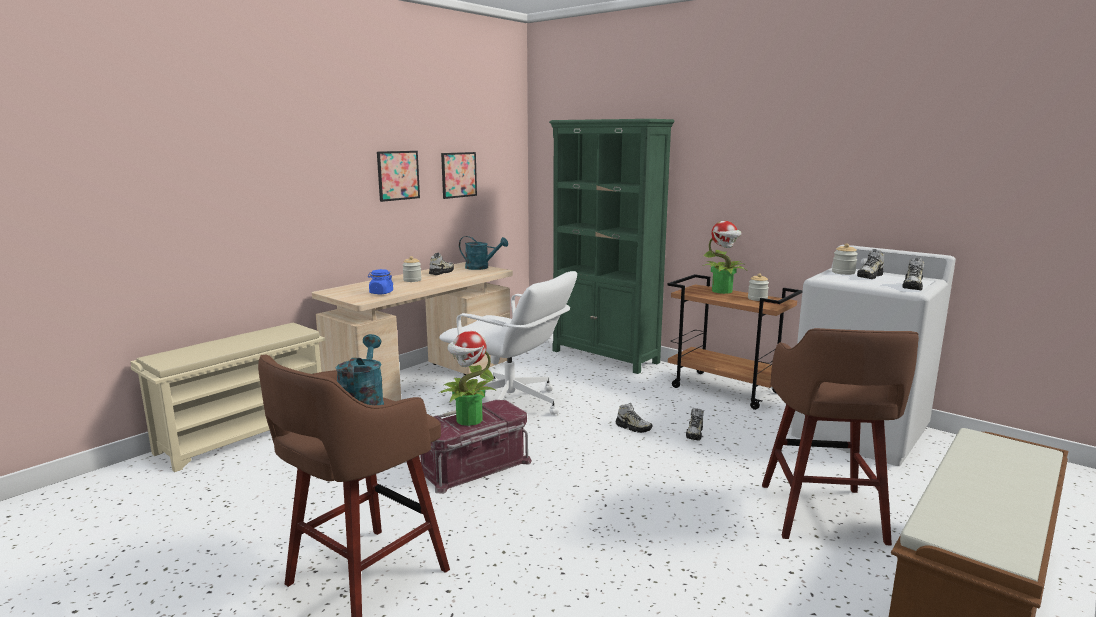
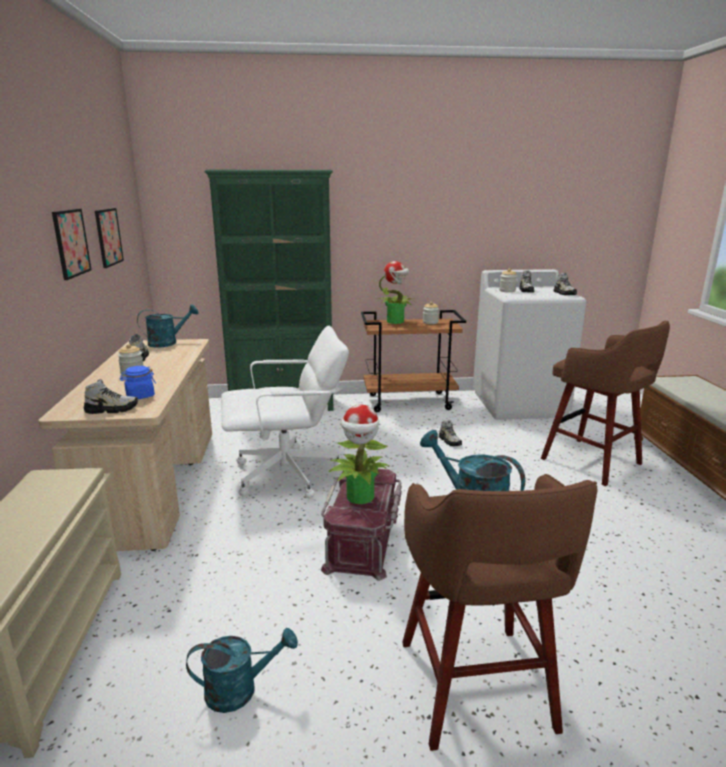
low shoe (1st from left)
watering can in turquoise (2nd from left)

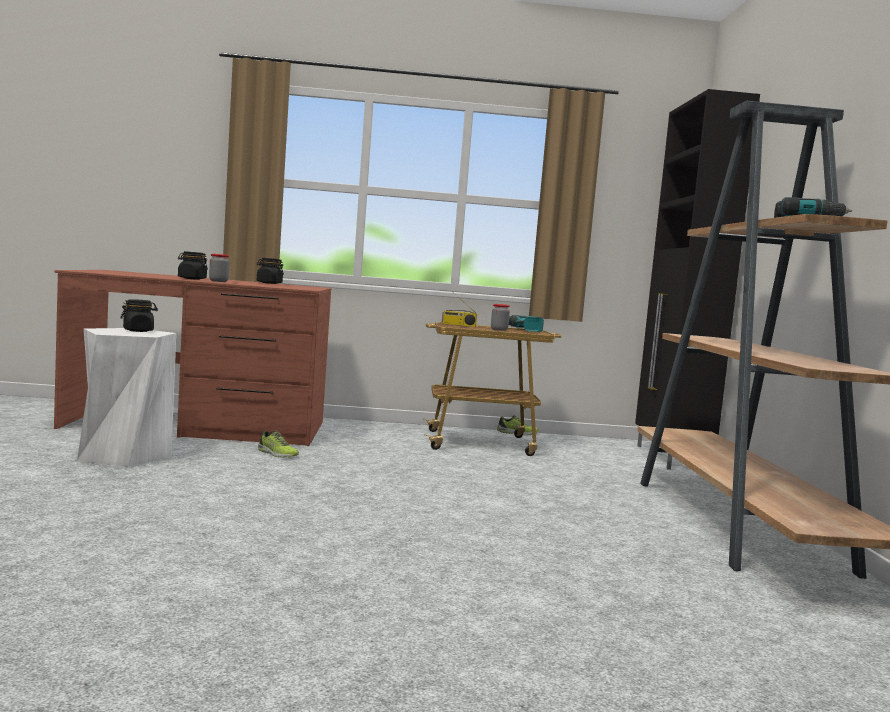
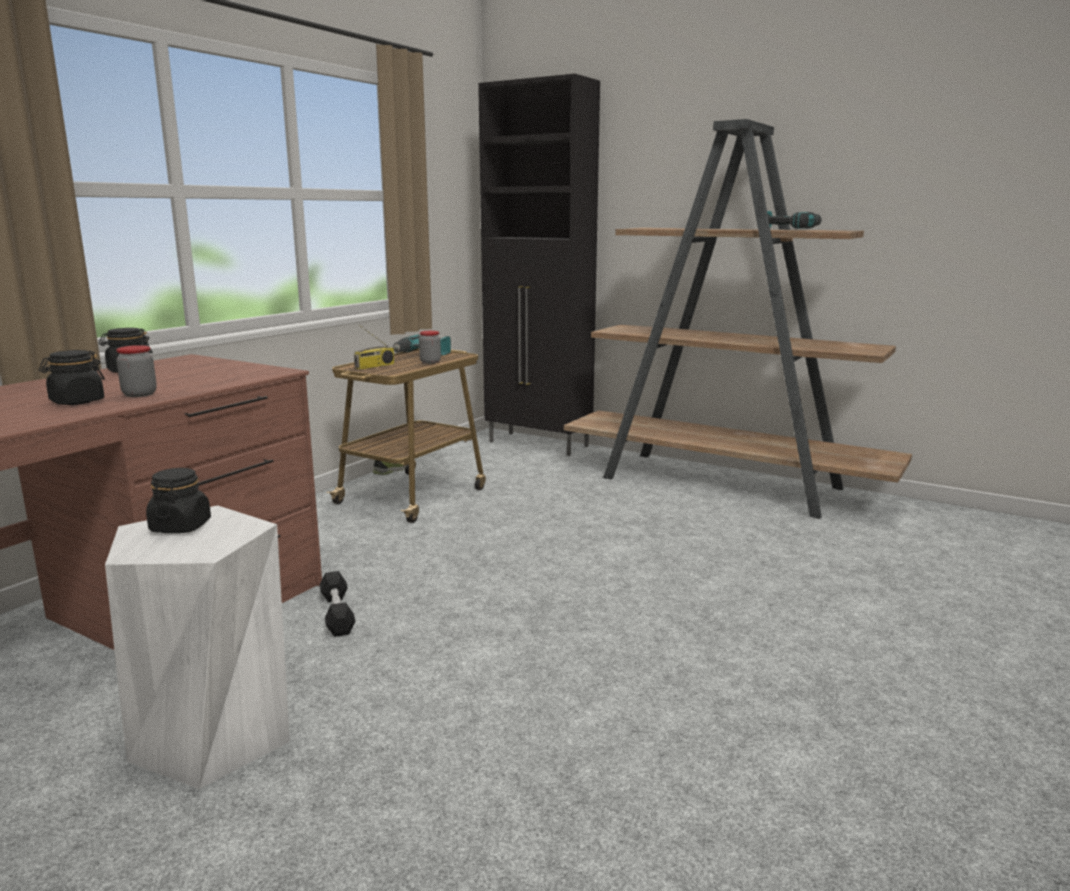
free weight in black

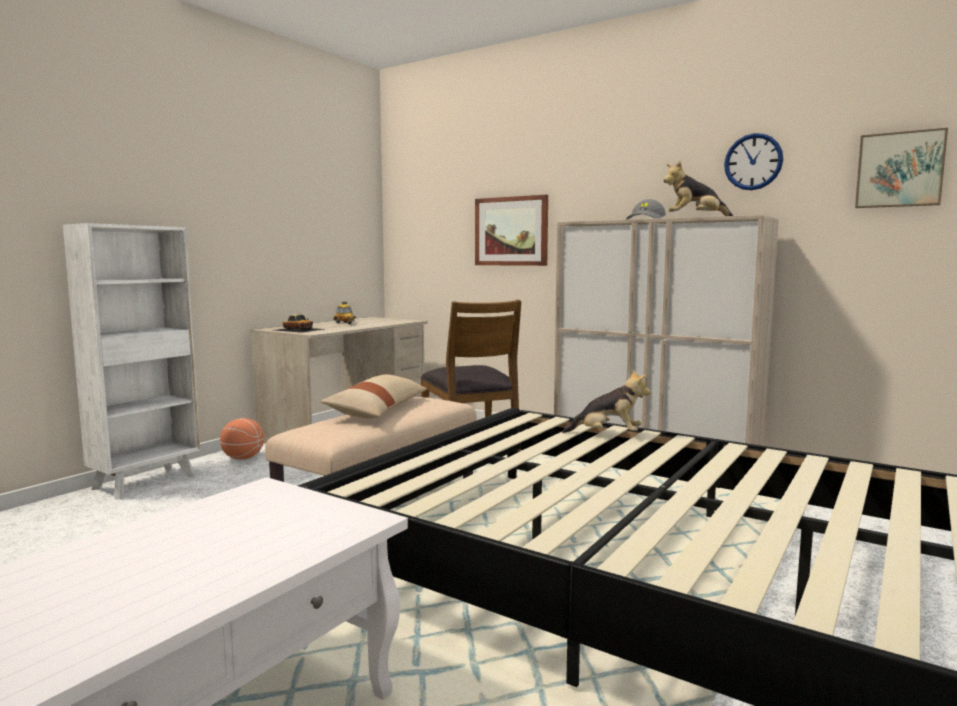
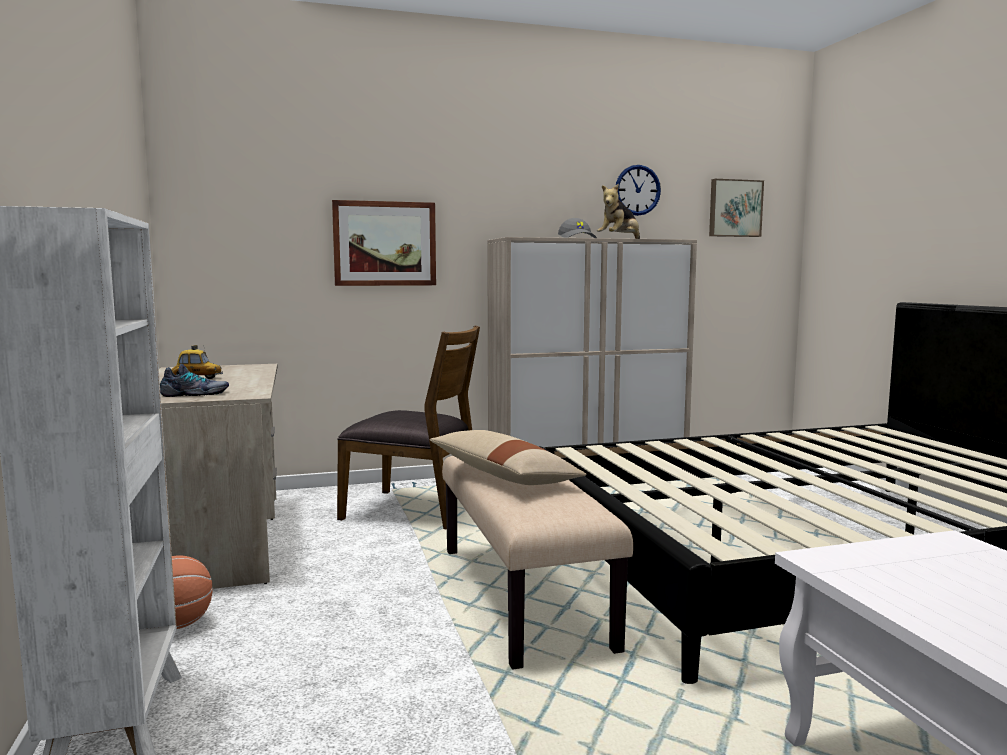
low shoe
cuddly toy (1st from left in the first image)

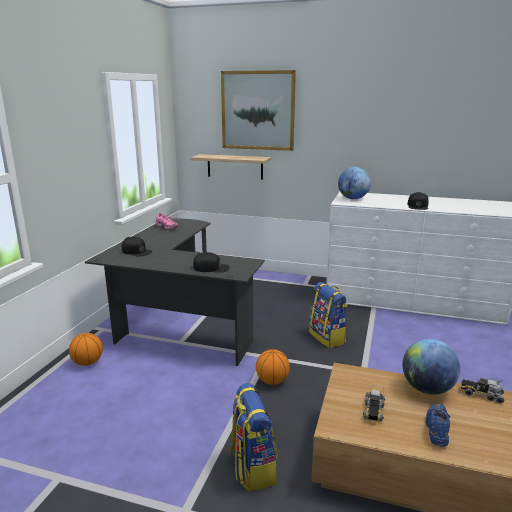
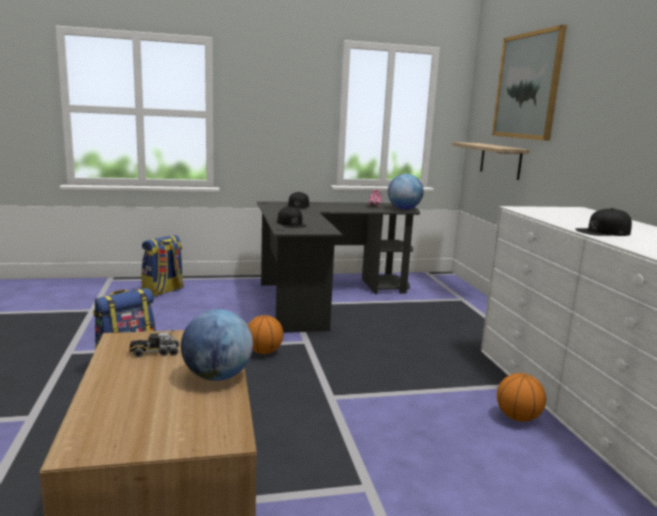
knapsack (2nd from left)
globe (2nd from left)
ball for basketball (2nd from left)
low shoe in blue-coloured
toy truck (2nd from left in the first image)

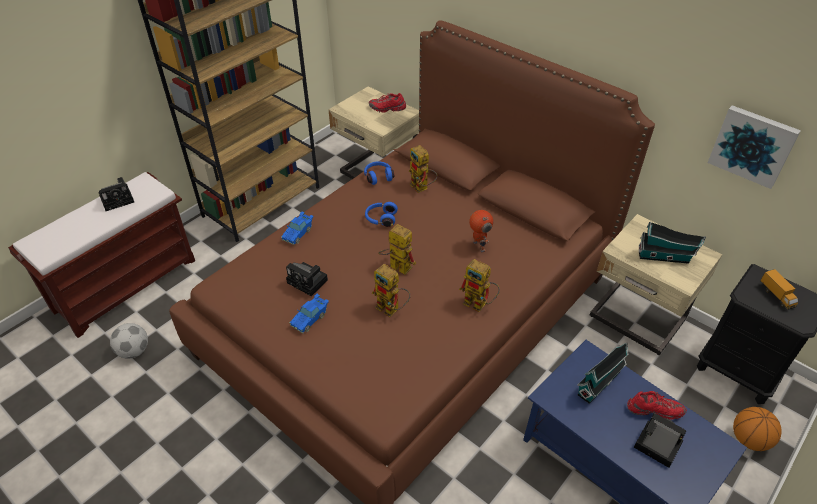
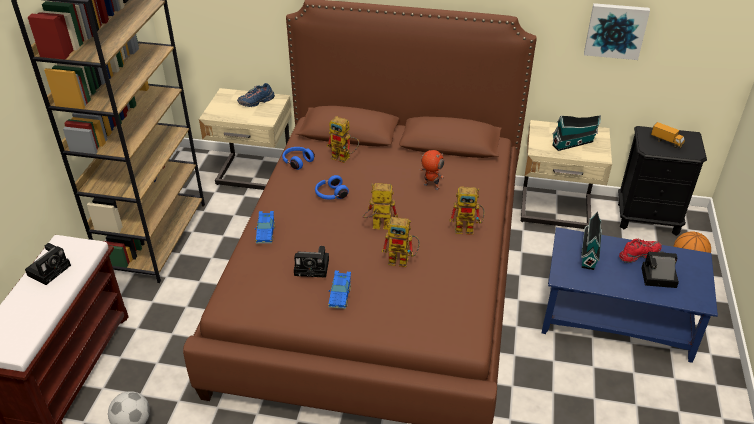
low shoe in blue-coloured

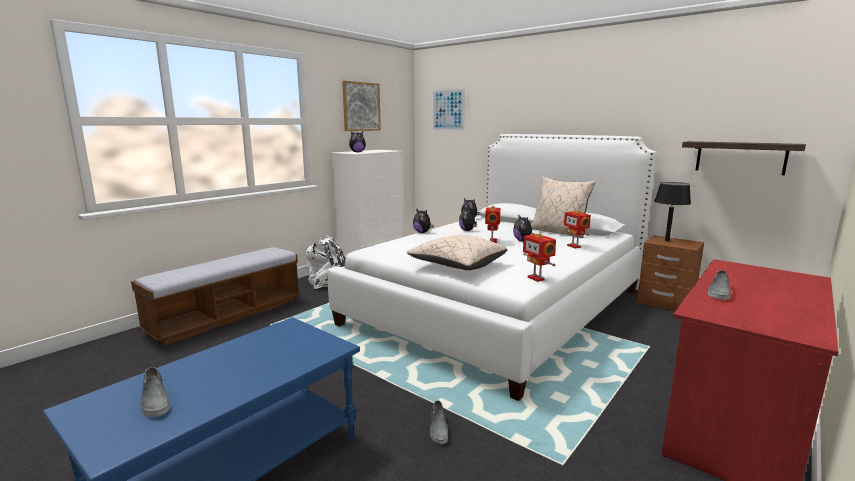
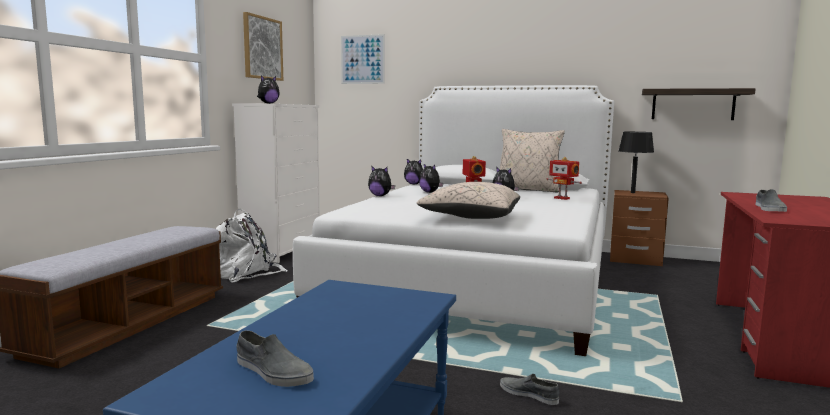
low shoe in gray (2nd from left)
model robot (2nd from left in the first image)

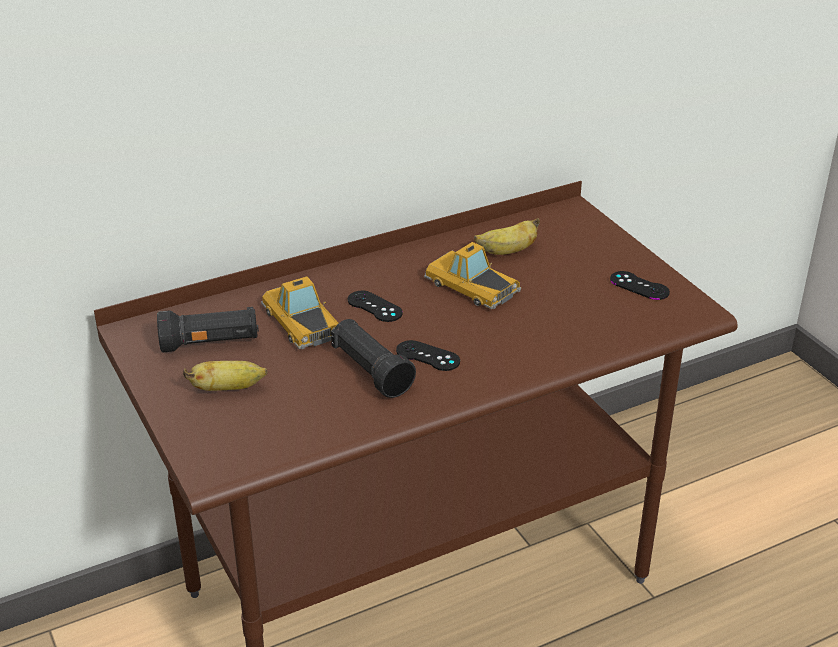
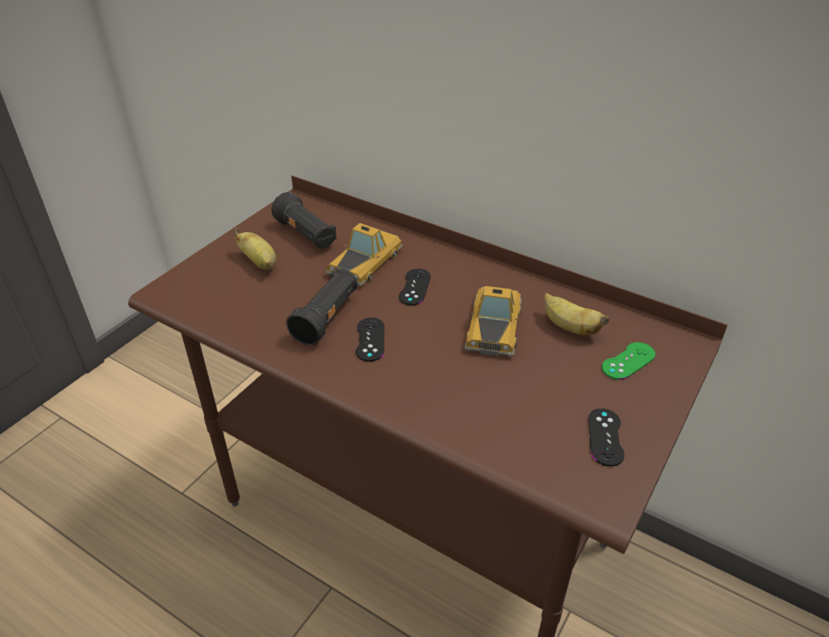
game controller in green

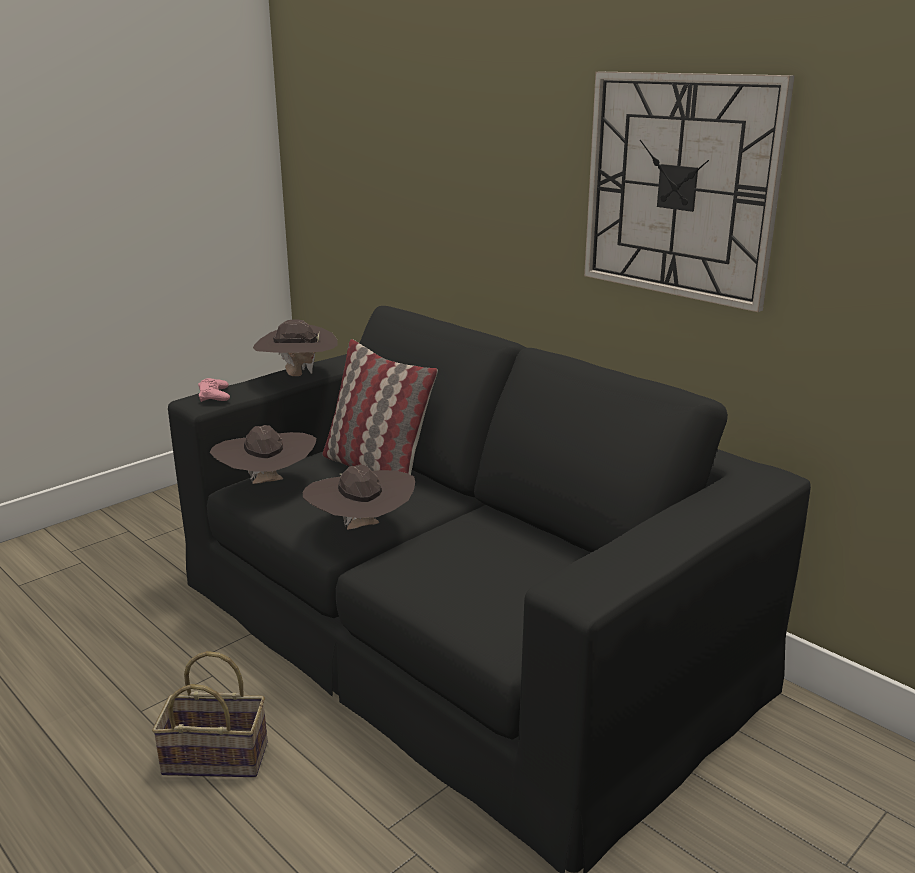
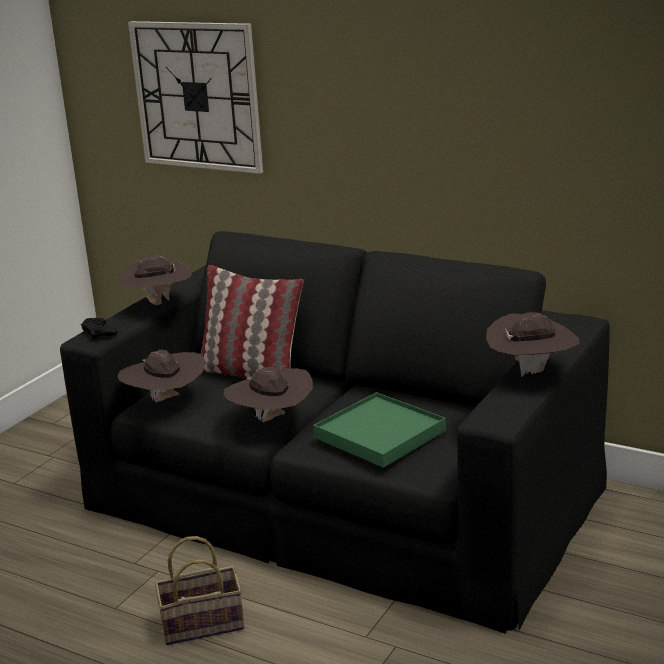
game controller in black
hanging clock
serving tray in green
hat in brown-coloured (4th from left)

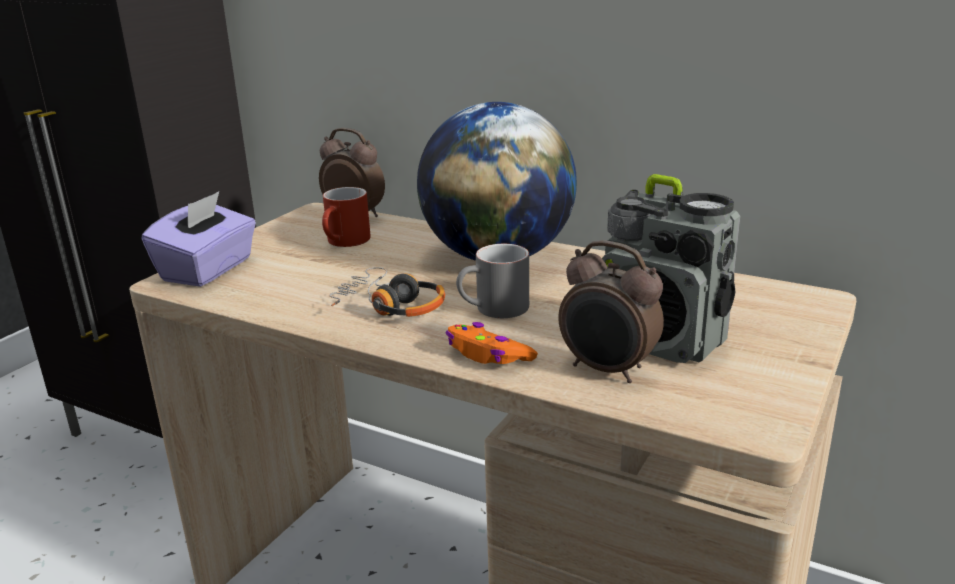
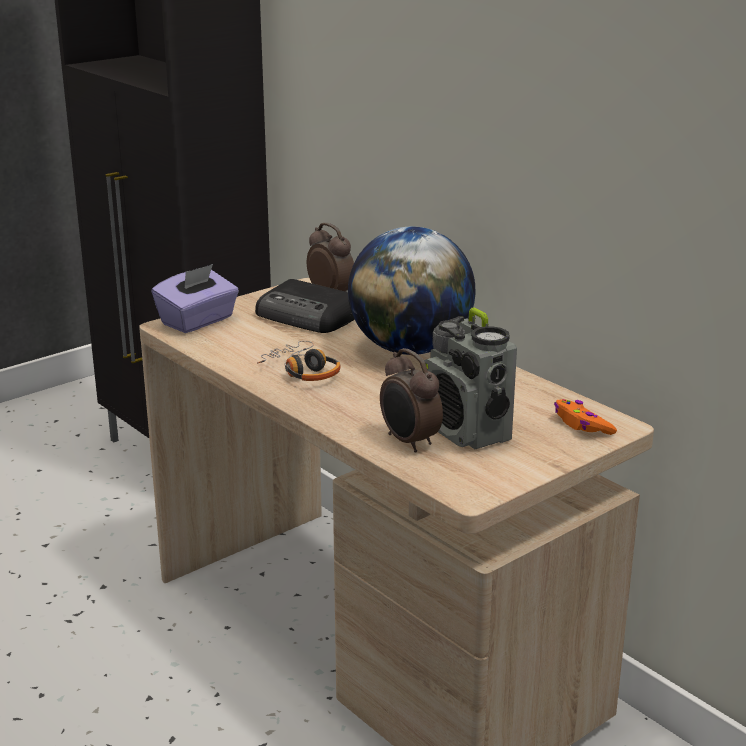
radio set (1st from left)
game controller in orangey
mug in gray

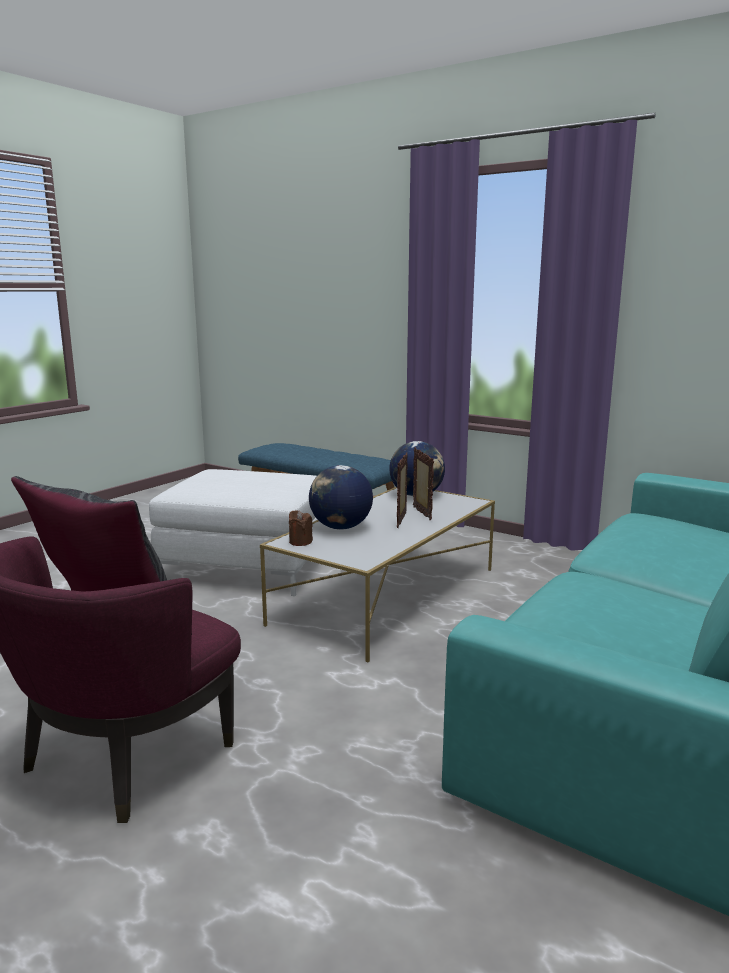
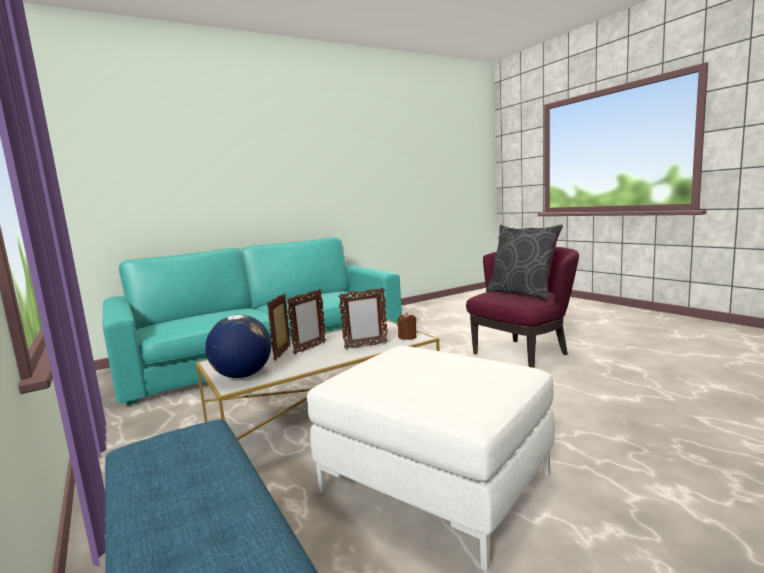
photo frame (3rd from left)

